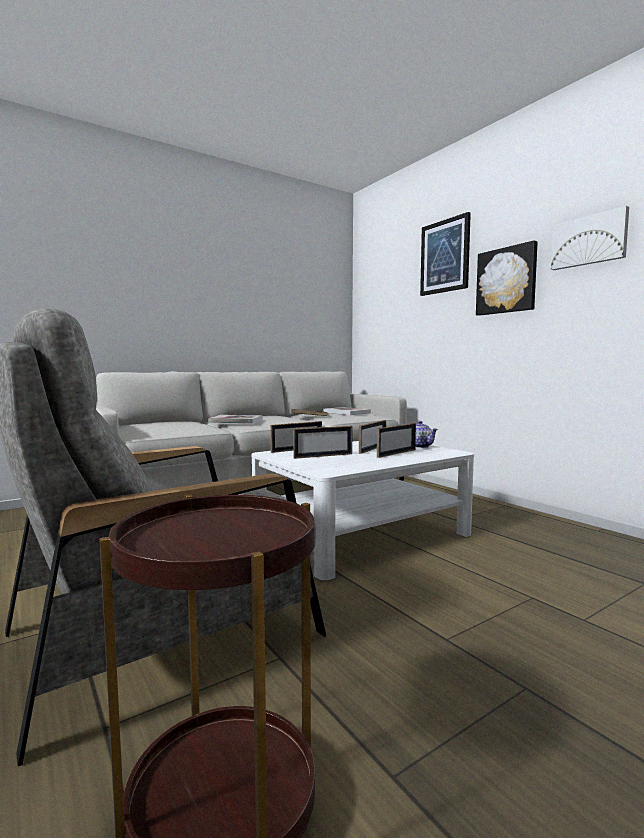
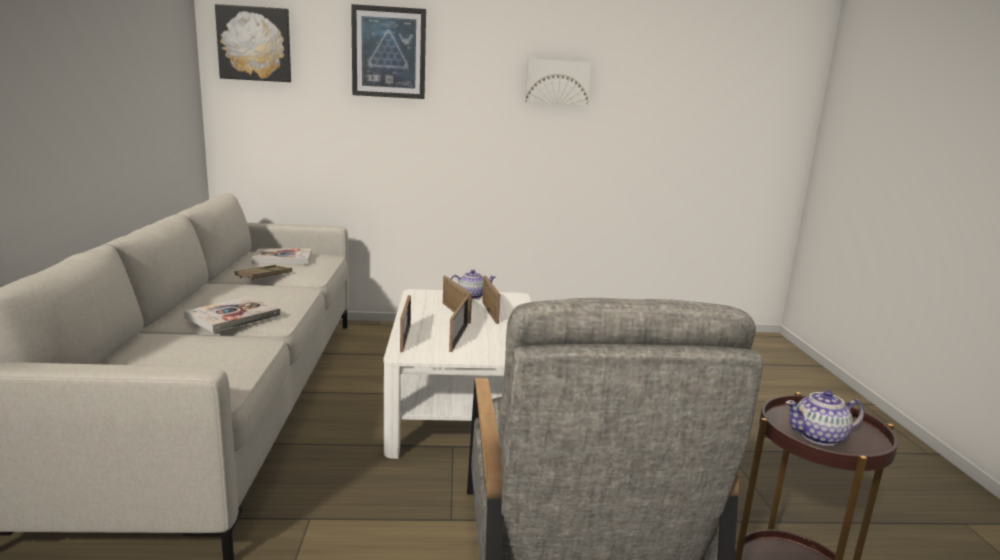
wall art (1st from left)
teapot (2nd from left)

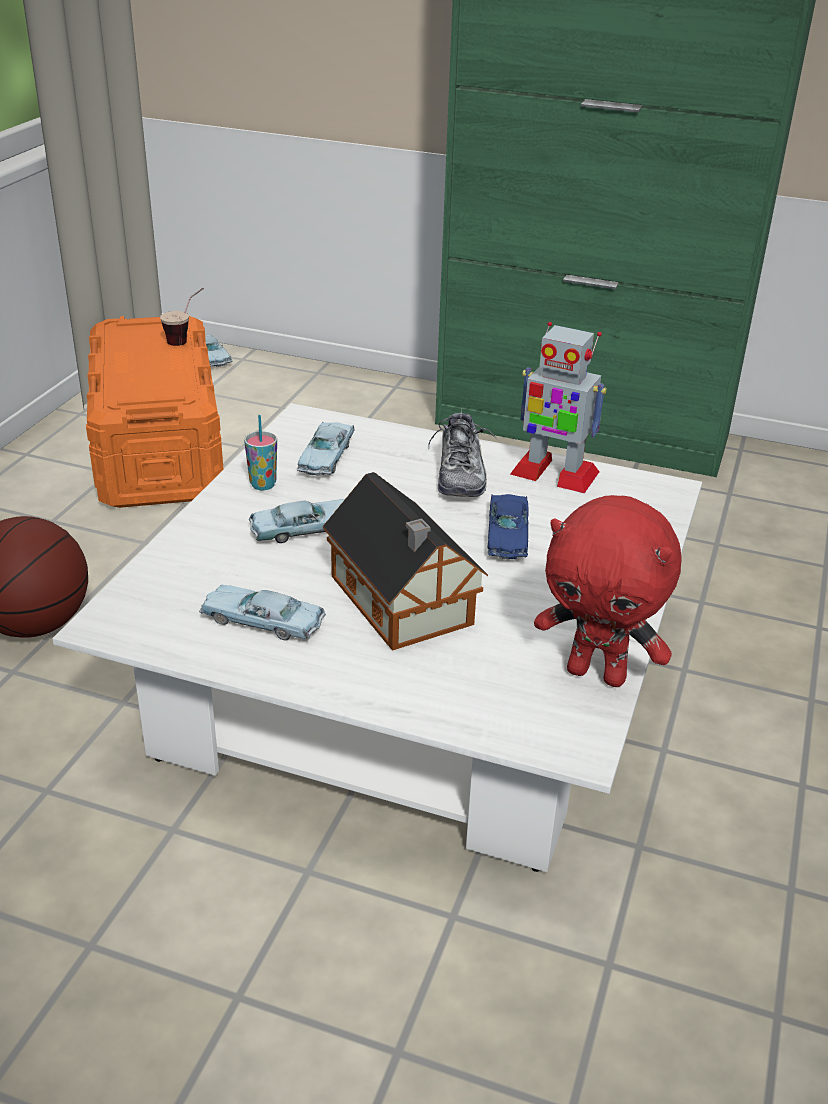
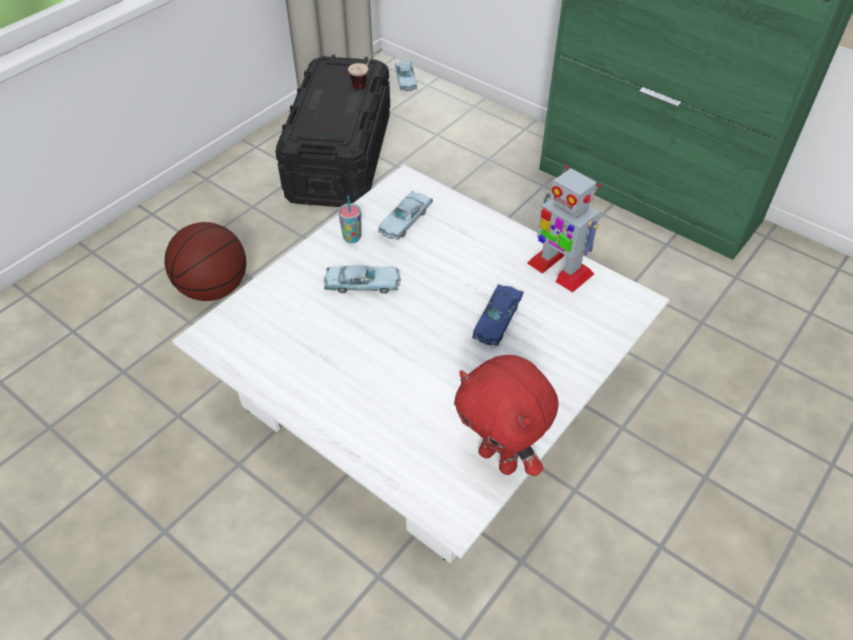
storage box in black
miniature car in blue-coloured (2nd from left in the first image)
toy house
low shoe

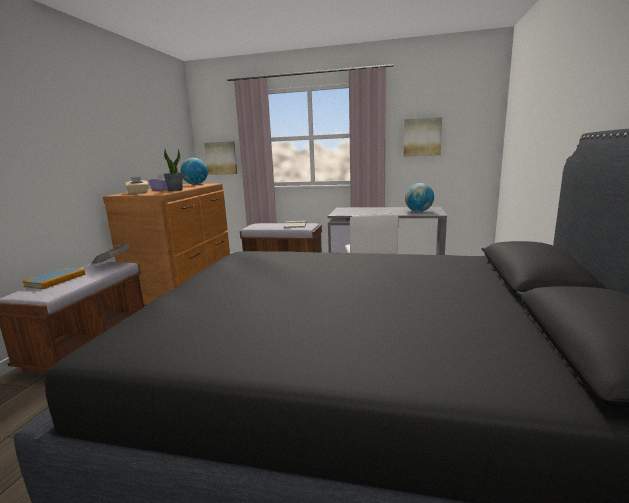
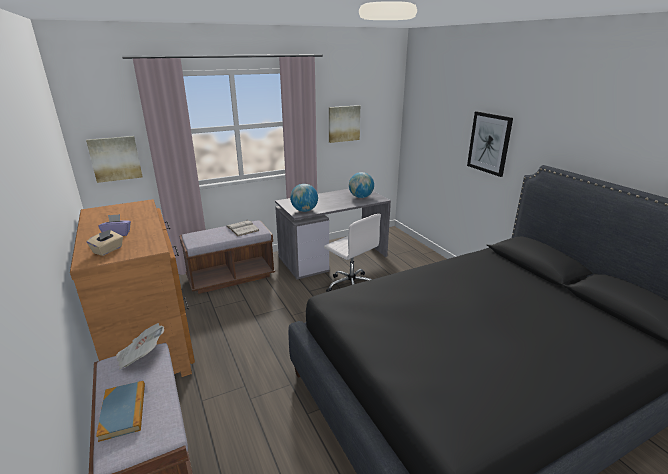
globe (1st from left)
wall art (3rd from left)
potted plant

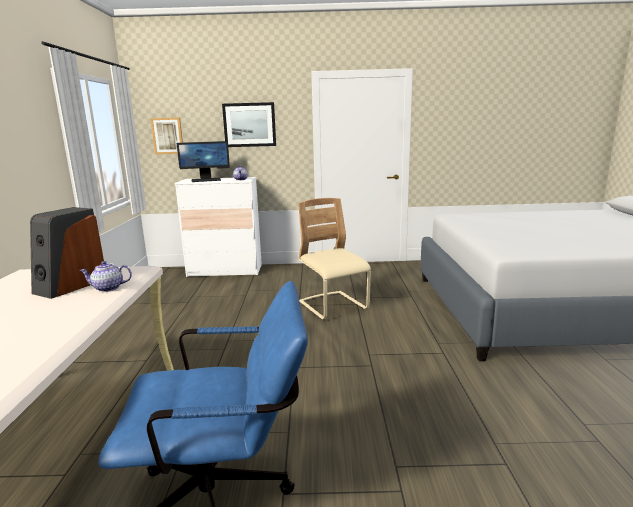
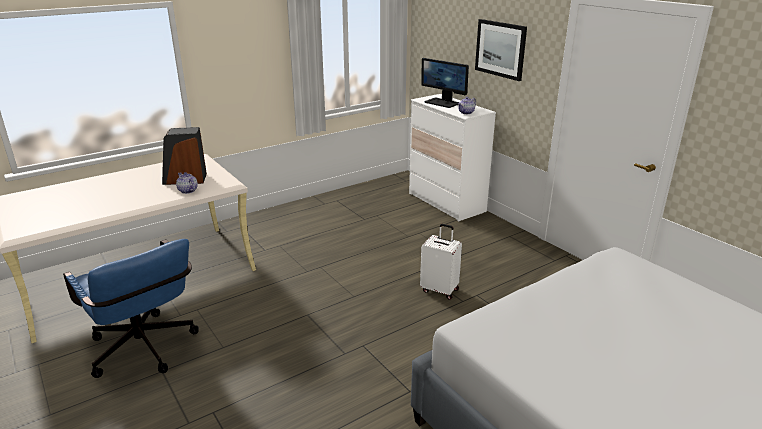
suitcase in white-coloured
wall art (1st from left in the first image)

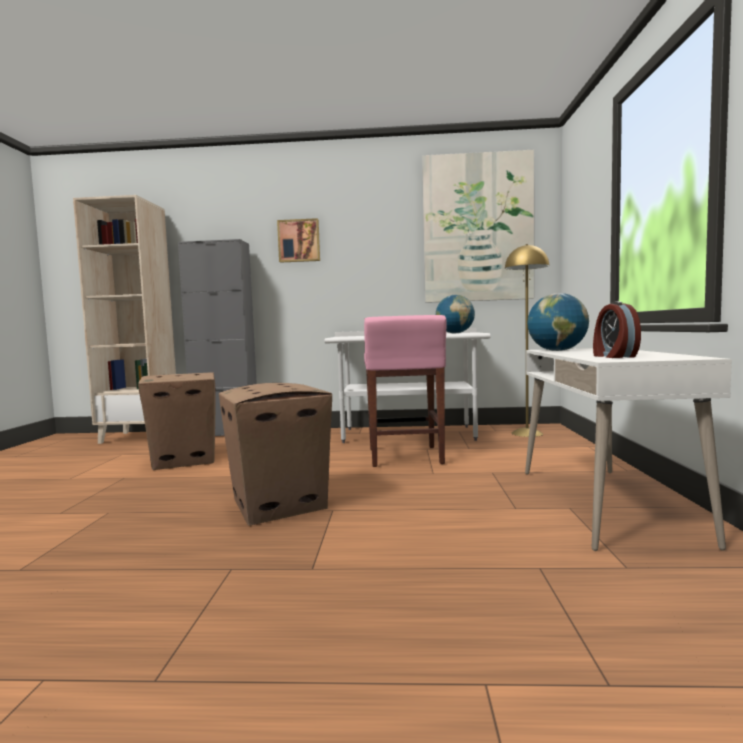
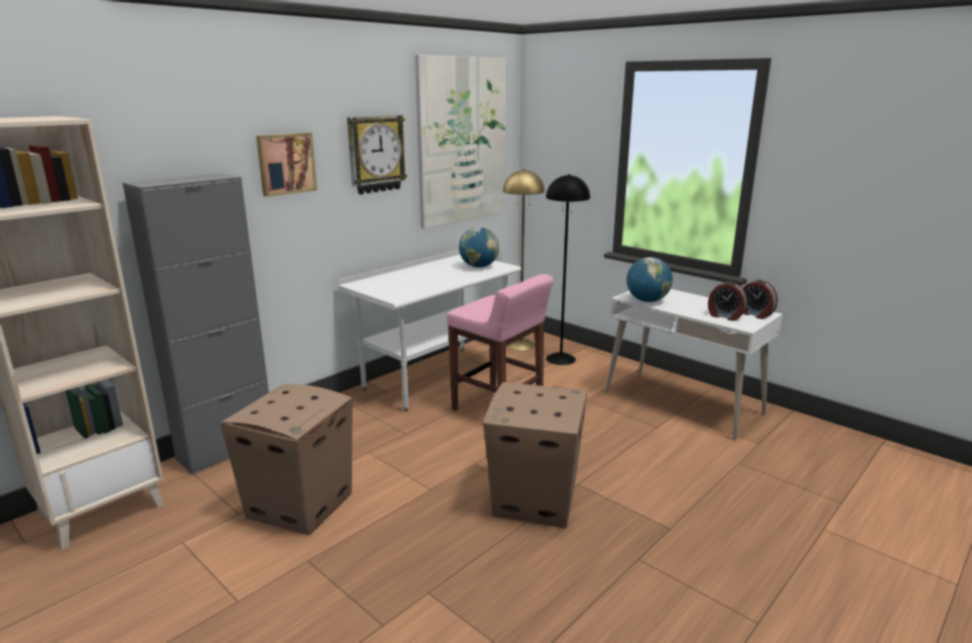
hanging clock
standard lamp in black
bedside clock (2nd from left)

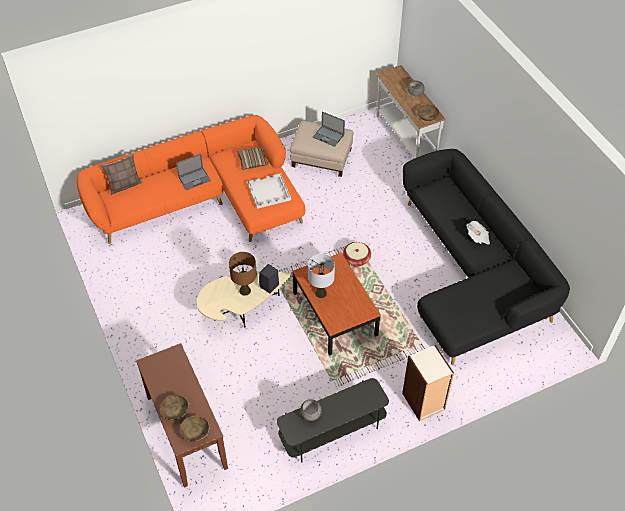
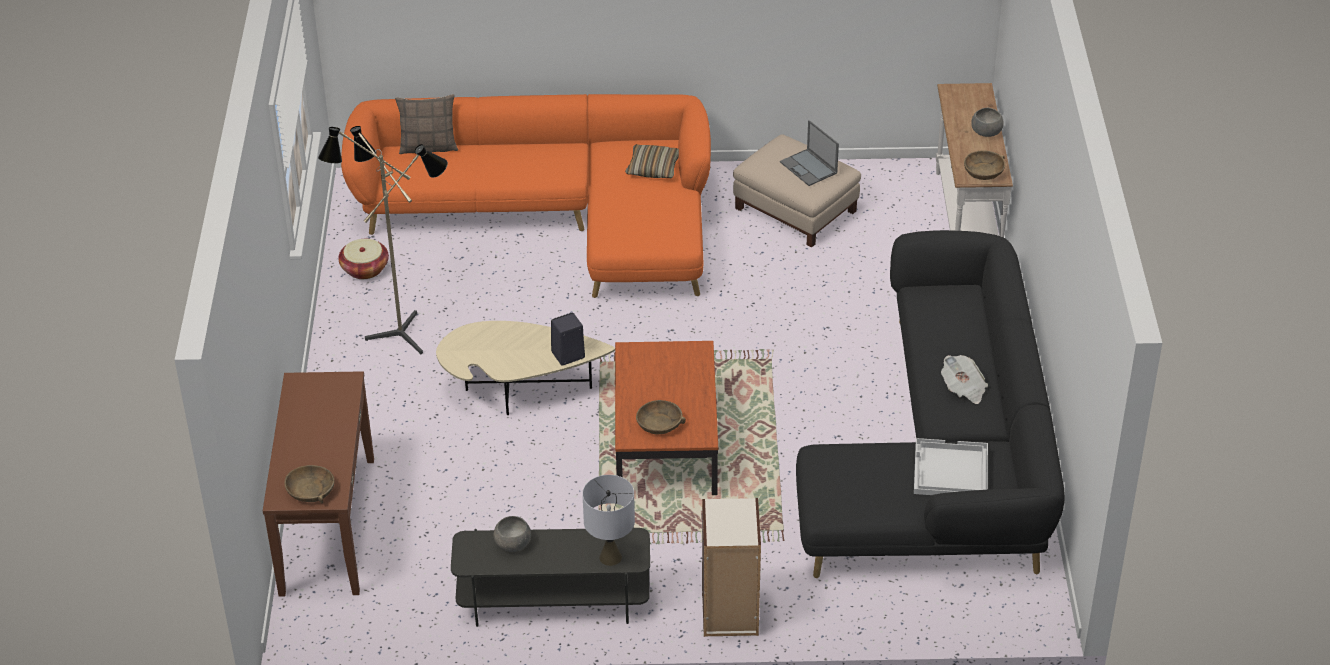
standard lamp
storage basket
tabletop lamp in gray
bowl in brown-coloured (2nd from left)
serving tray in white-coloured
portable computer (1st from left in the first image)
tabletop lamp in brown-coloured

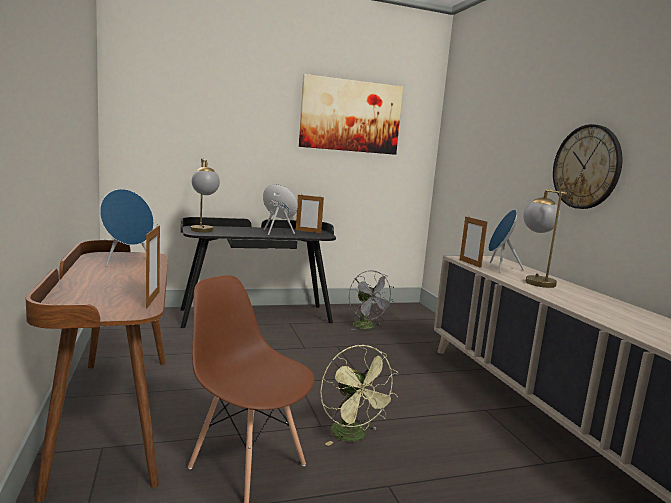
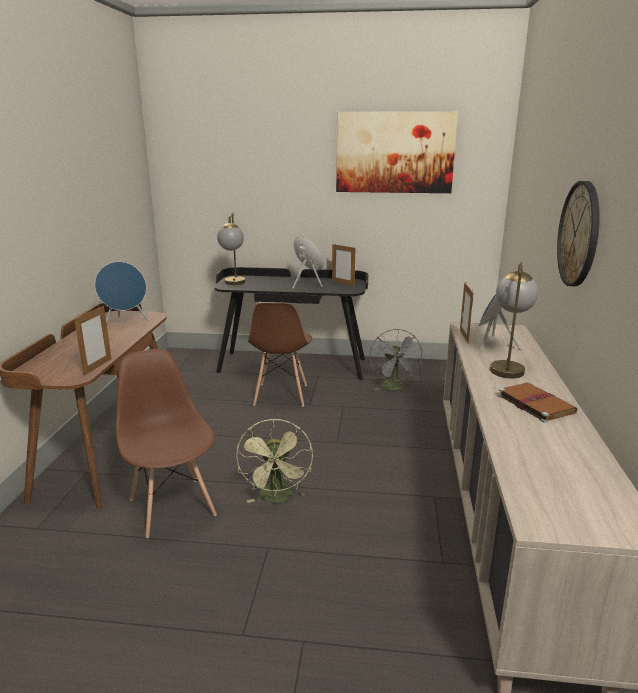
upright chair in brown-coloured (2nd from left)
bound book in brown-coloured

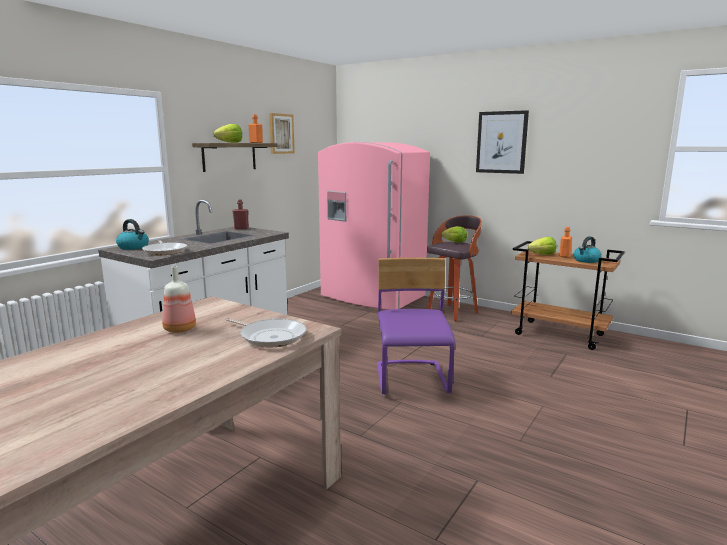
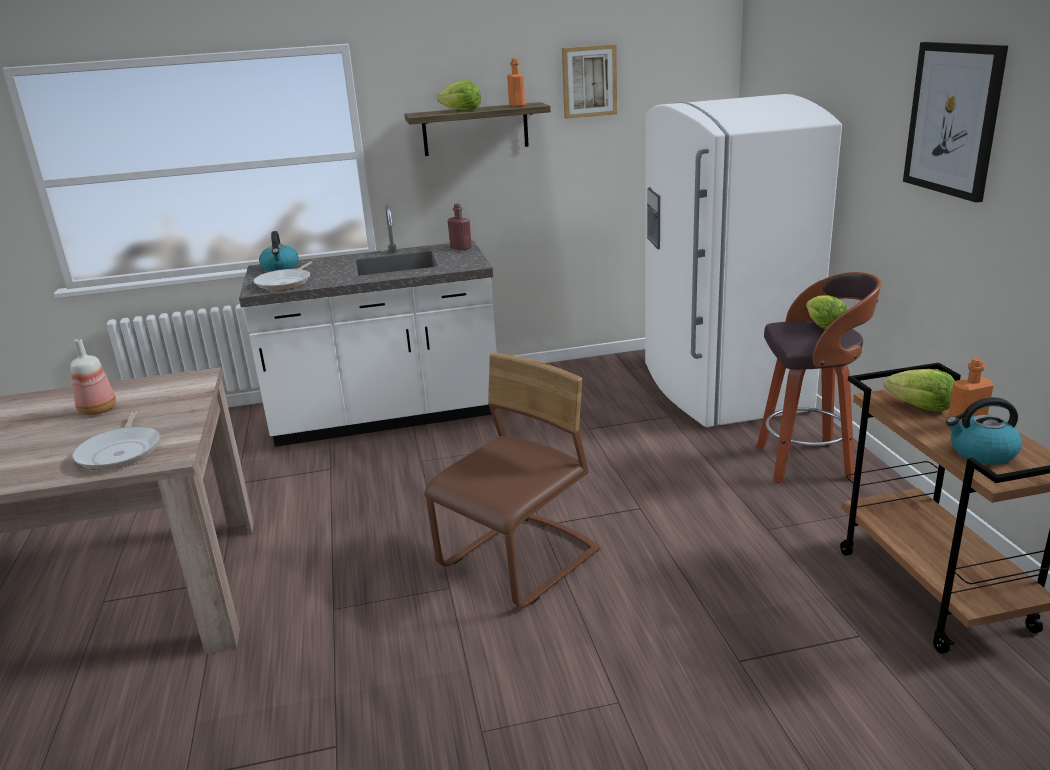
upright chair in brown-coloured
kitchen fridge in white-coloured

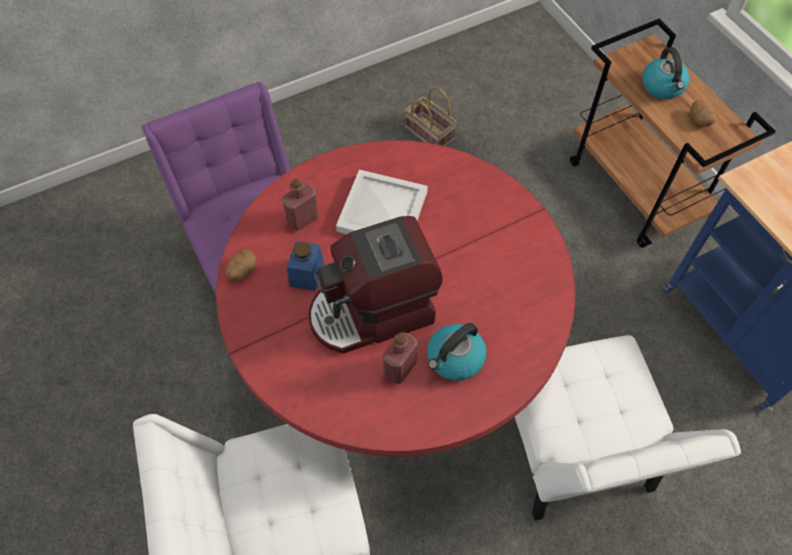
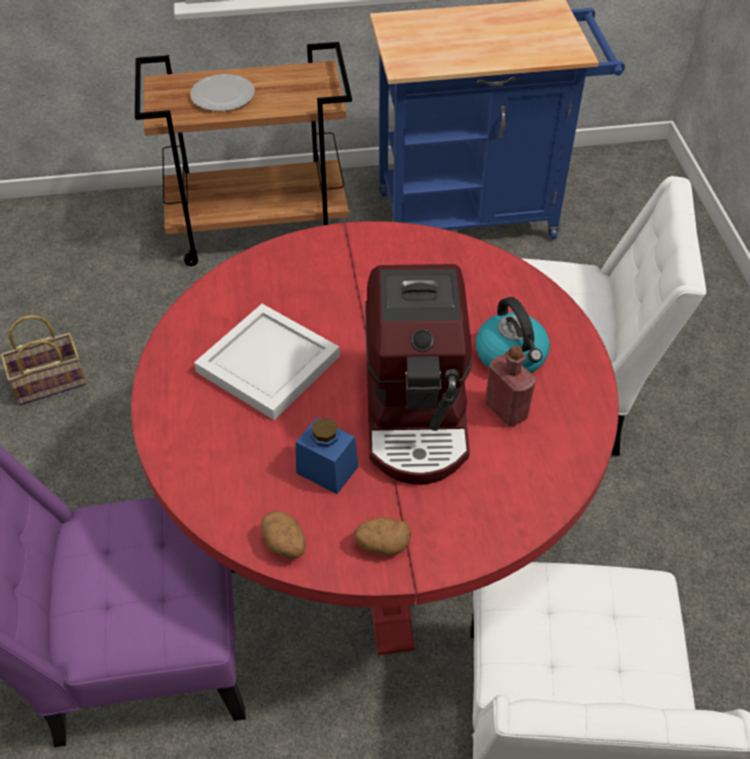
dinner plate
potato (2nd from left)
bottle in reddish (1st from left in the first image)

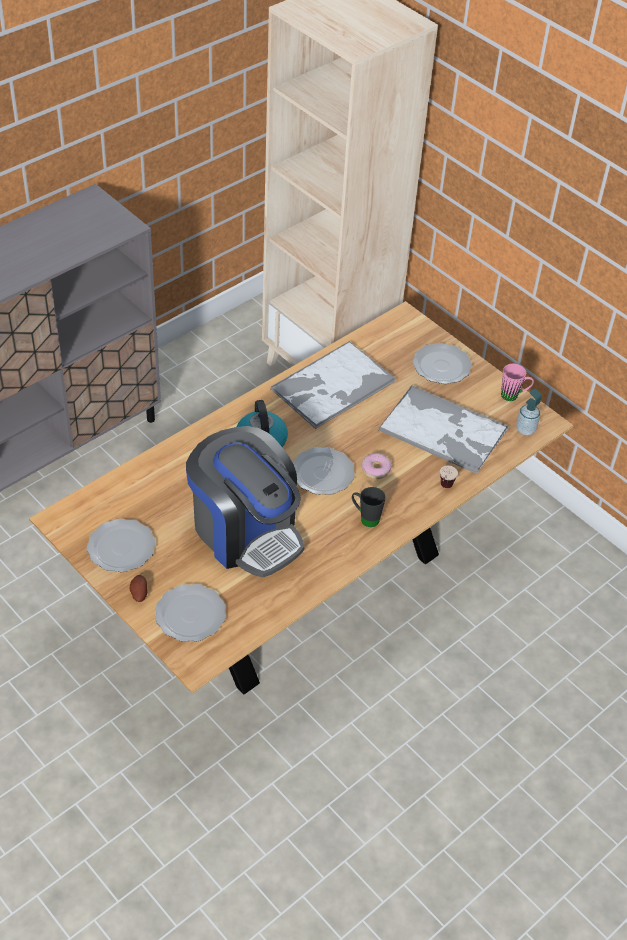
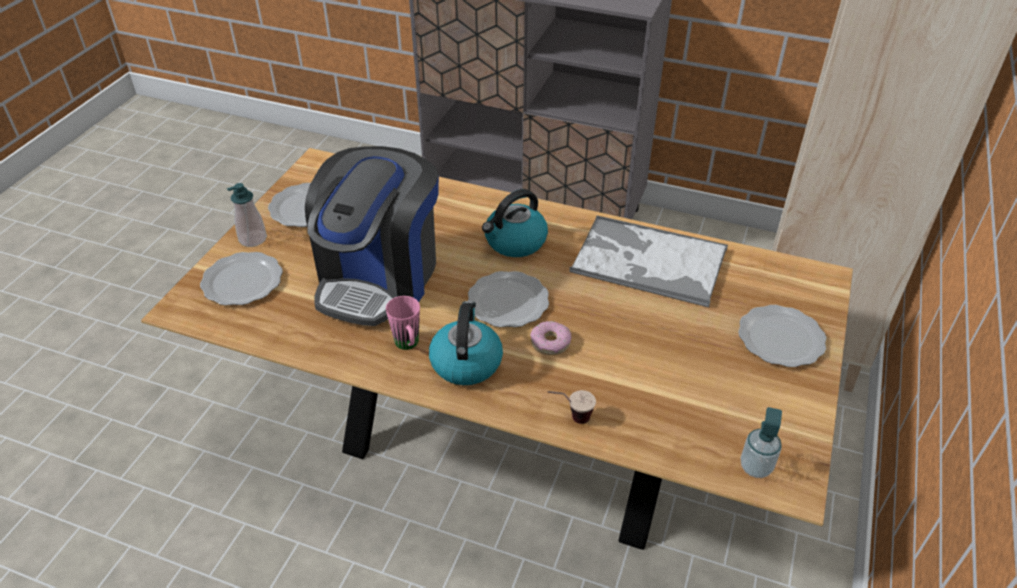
soap bottle (1st from left)
mug in pink-coloured
water kettle (1st from left)
serving tray (2nd from left in the first image)

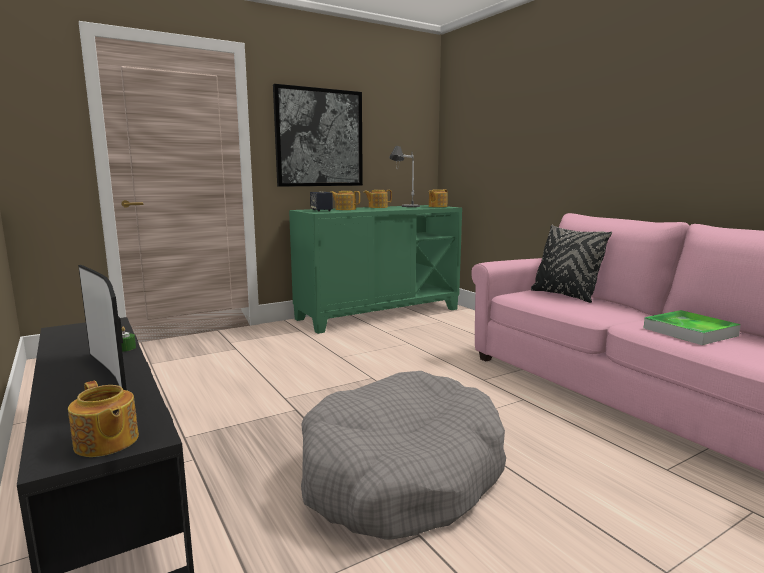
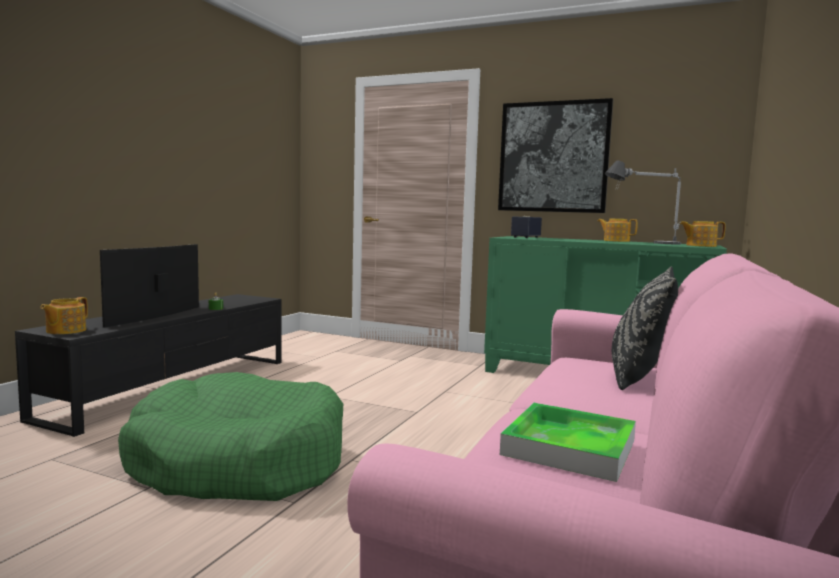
dog cushion in green
teapot (2nd from left in the first image)

